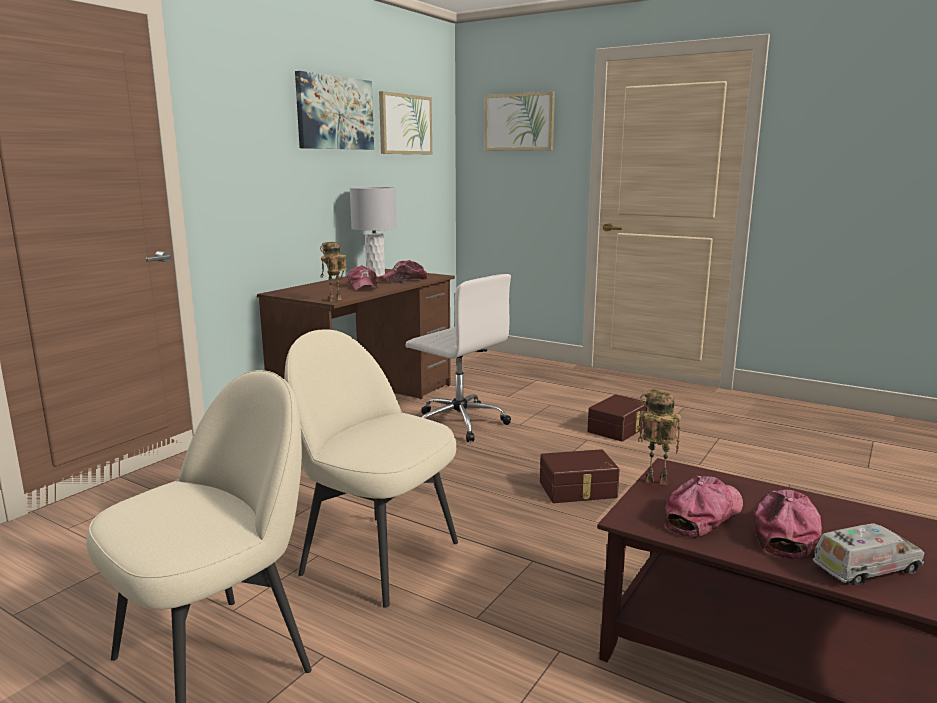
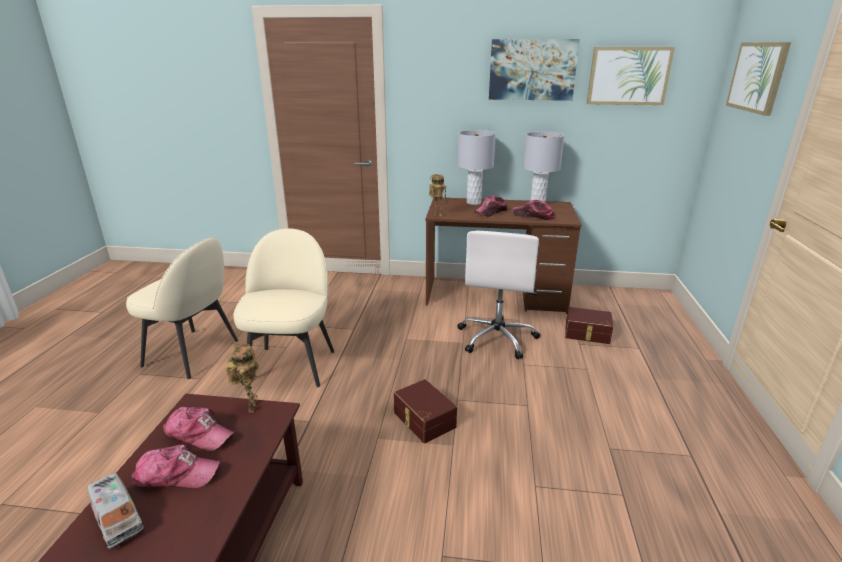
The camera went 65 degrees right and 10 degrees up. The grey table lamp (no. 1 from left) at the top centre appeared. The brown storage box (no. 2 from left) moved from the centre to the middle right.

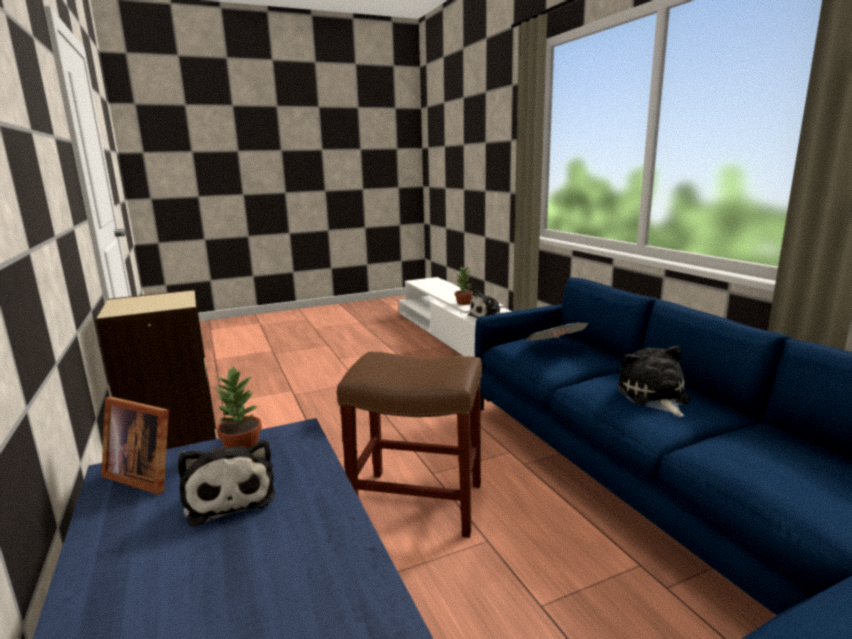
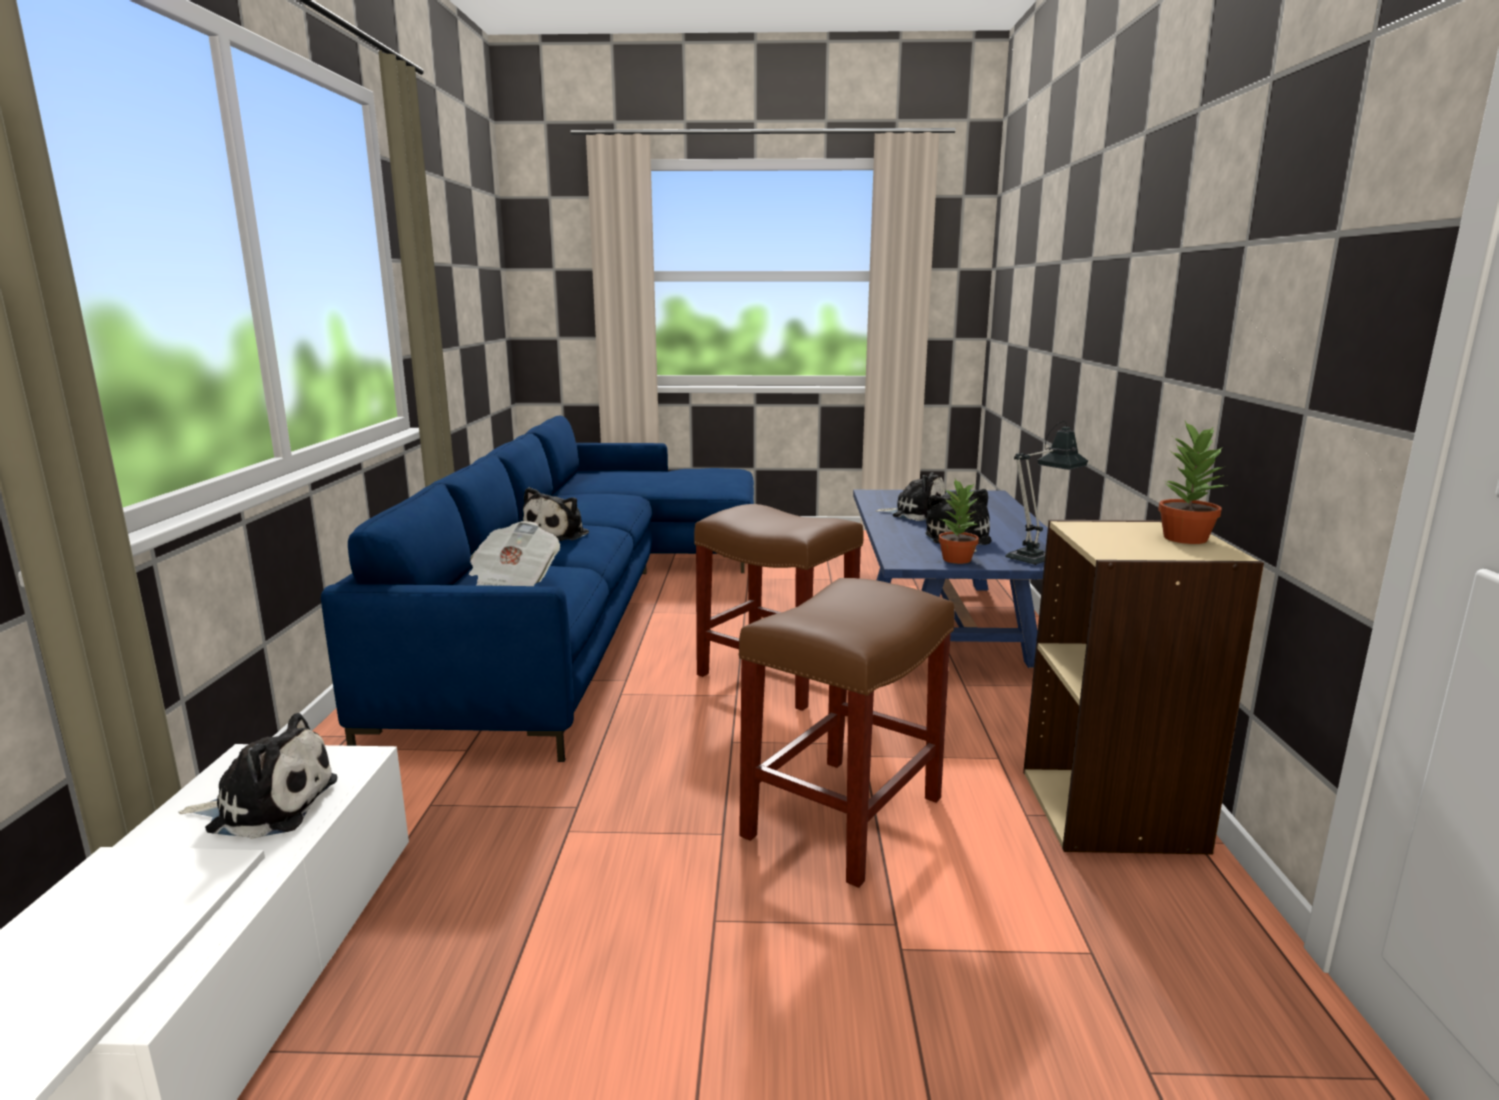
The camera went 155 degrees left and 0 degrees up. The brown stool (no. 2 from left) at the centre appeared. The plush toy (no. 3 from left) at the centre appeared. The potted plant (no. 2 from left) moved from the centre to the middle right. The picture frame at the bottom left was replaced by the table lamp at the middle right.

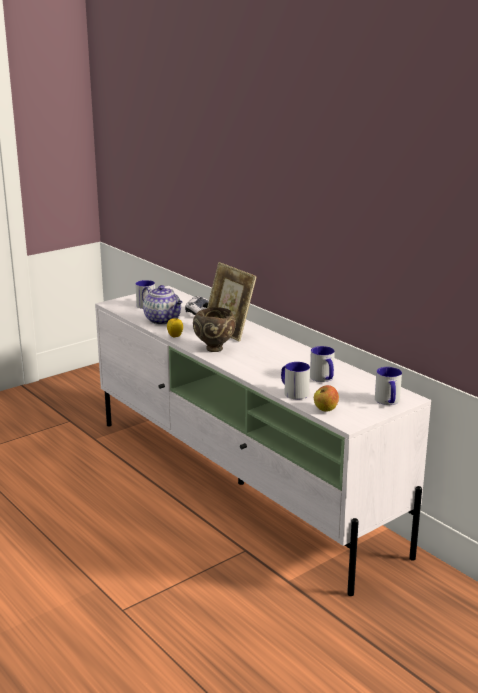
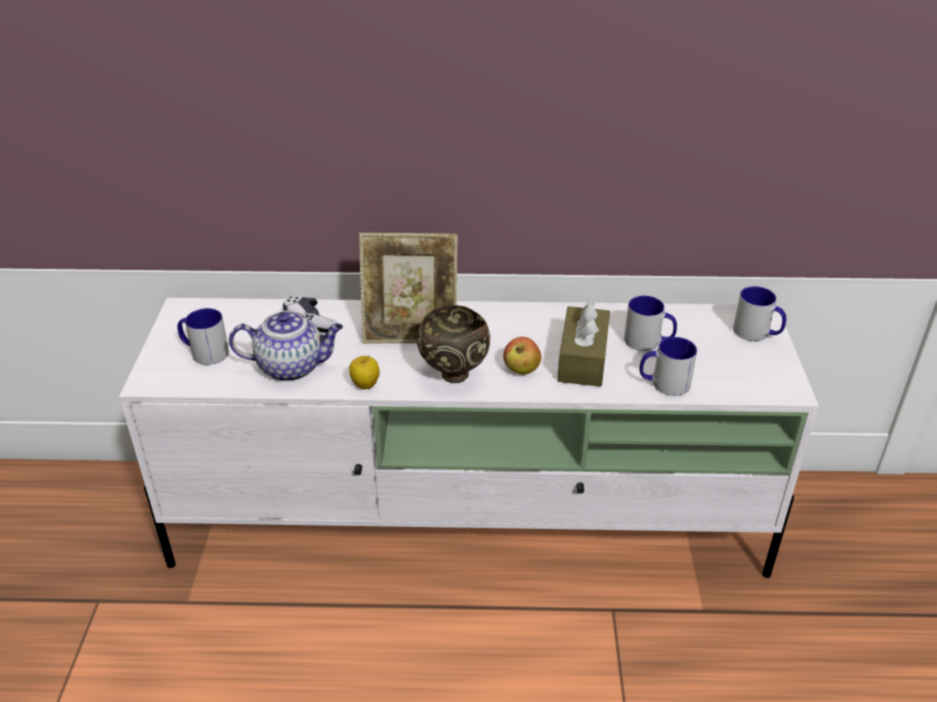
The camera went 50 degrees left and 15 degrees up. The brown tissue box at the centre appeared. The apple (no. 2 from left) moved from the middle right to the centre.

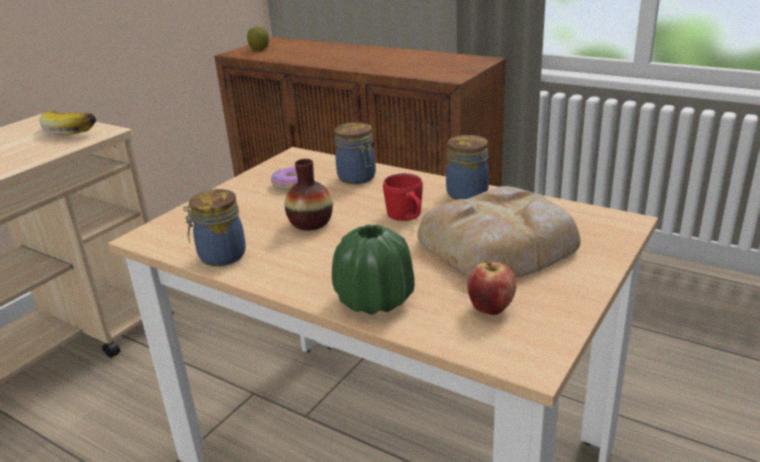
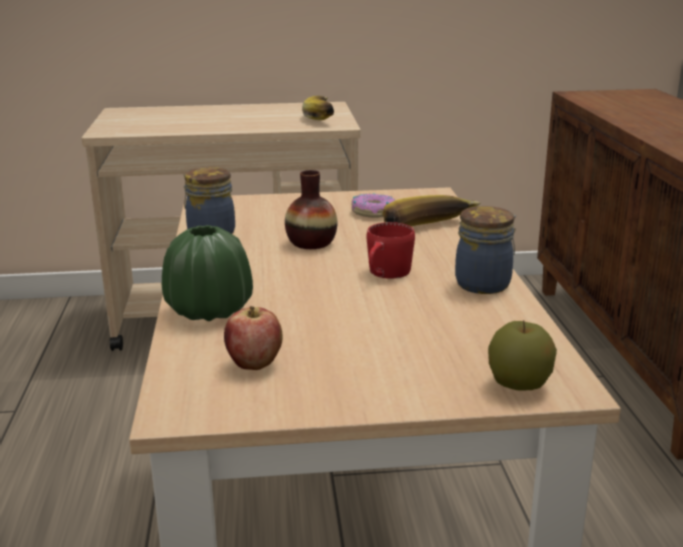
The camera went 50 degrees right and 5 degrees down. The bread at the centre disappeared. The apple (no. 1 from left in the first image) moved from the top centre to the middle right. The jar (no. 2 from left) at the top centre was replaced by the banana (no. 2 from left) at the centre.

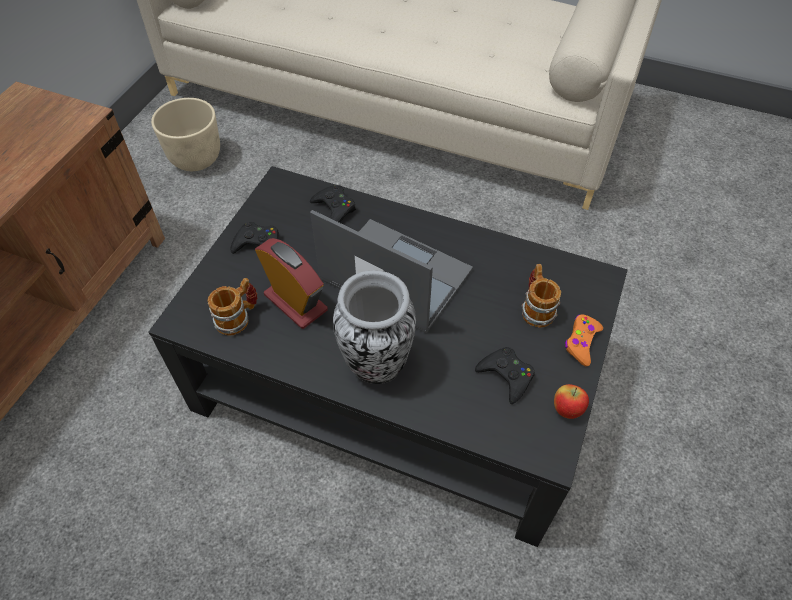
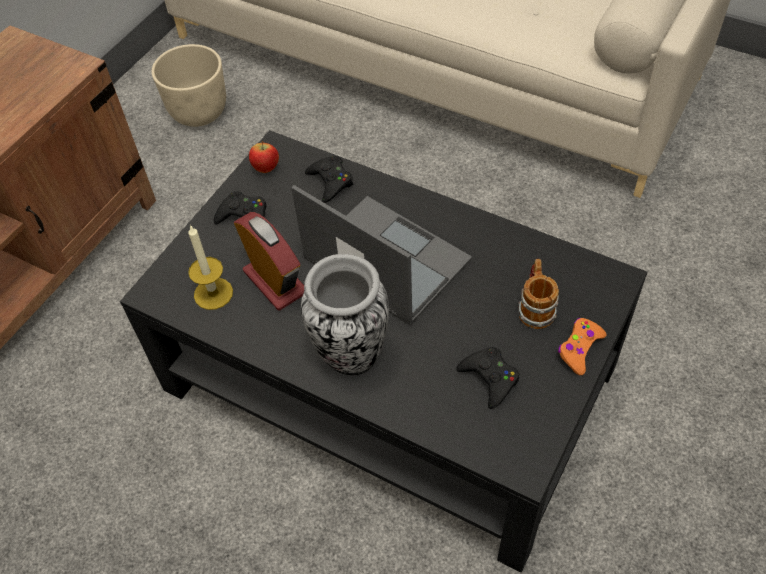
The camera went 10 degrees right and 0 degrees up. The apple moved from the bottom right to the top centre. The mug (no. 1 from left) at the middle left was replaced by the candle at the middle left.

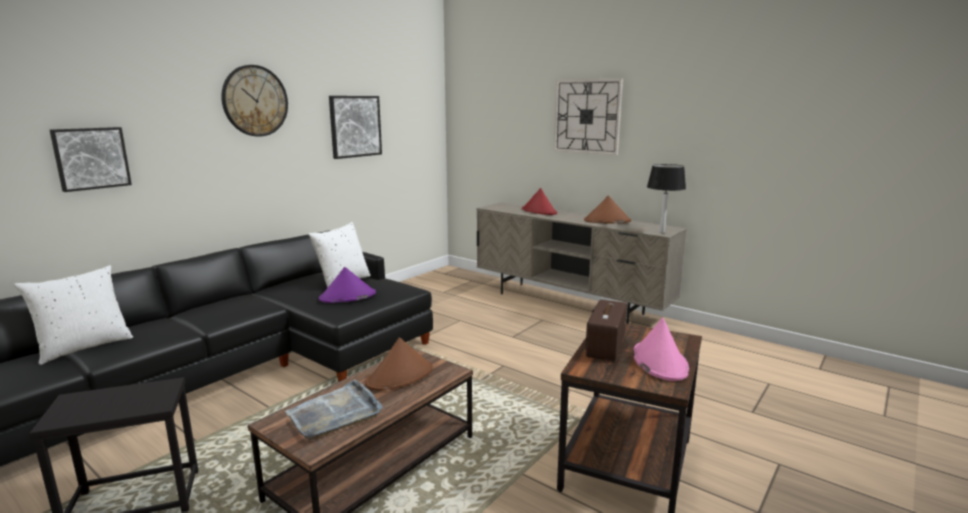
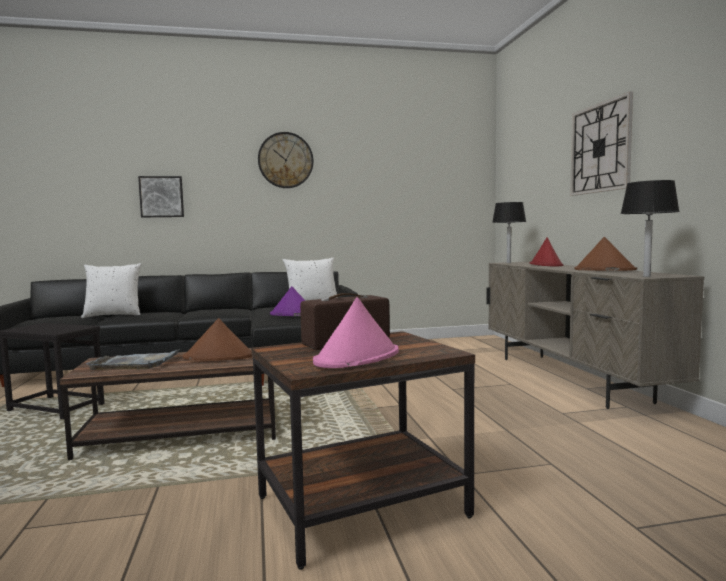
The camera went 40 degrees right and 10 degrees down. The picture (no. 2 from left) at the top centre disappeared. The black table lamp (no. 1 from left) at the middle right appeared.

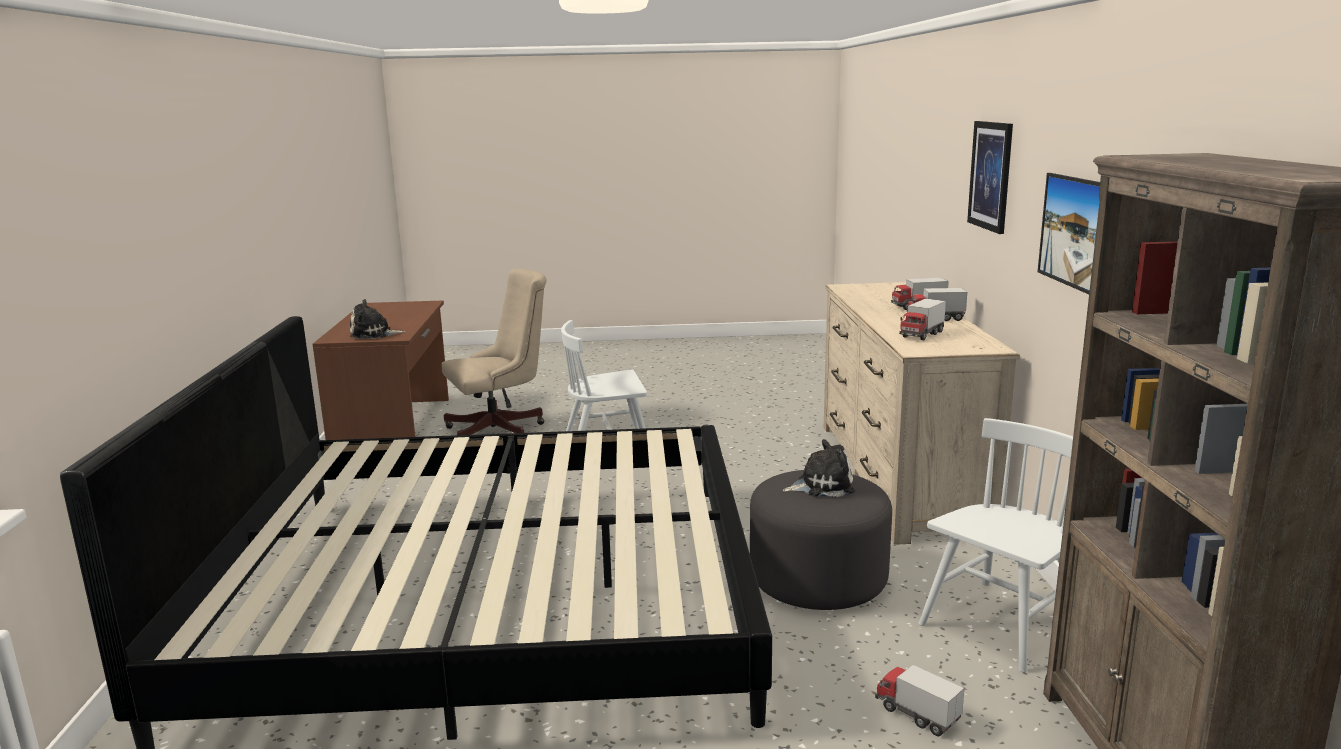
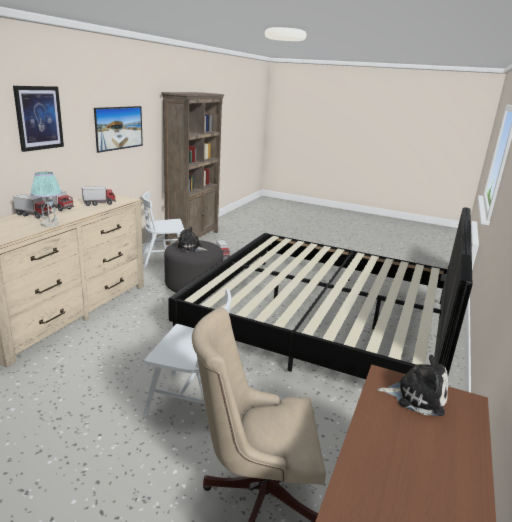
The camera went 155 degrees left and 5 degrees up. The table lamp at the middle left appeared.

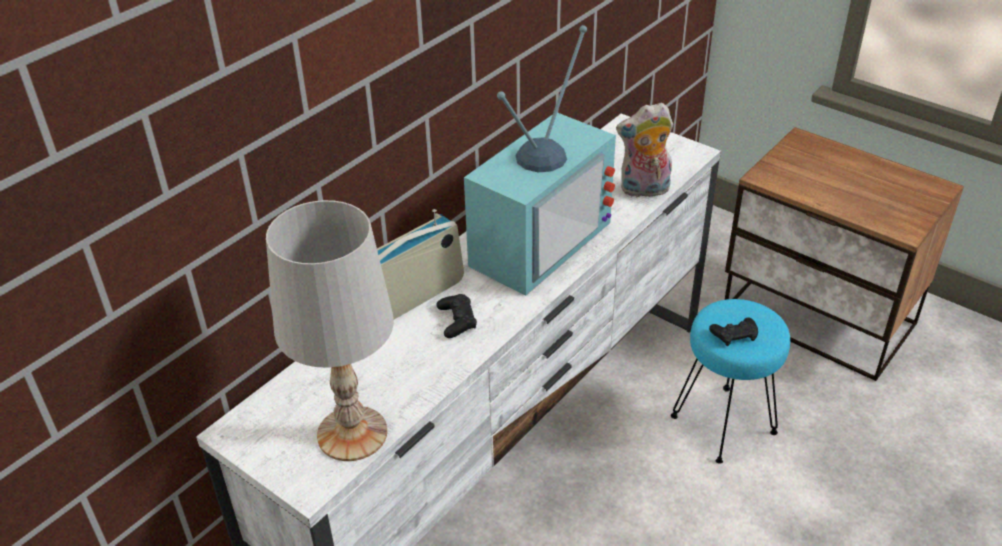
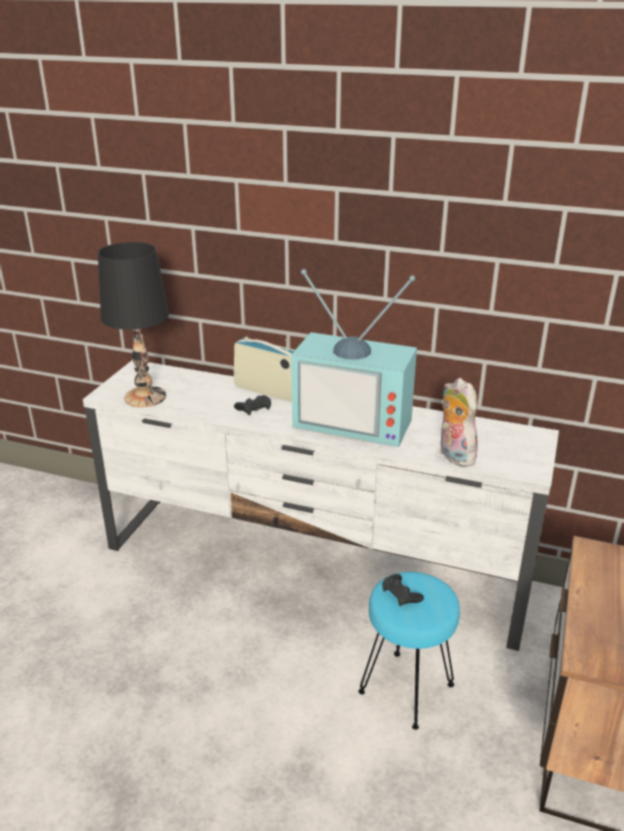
The camera went 70 degrees right and 10 degrees down. The white table lamp at the middle left became the black table lamp at the middle left.

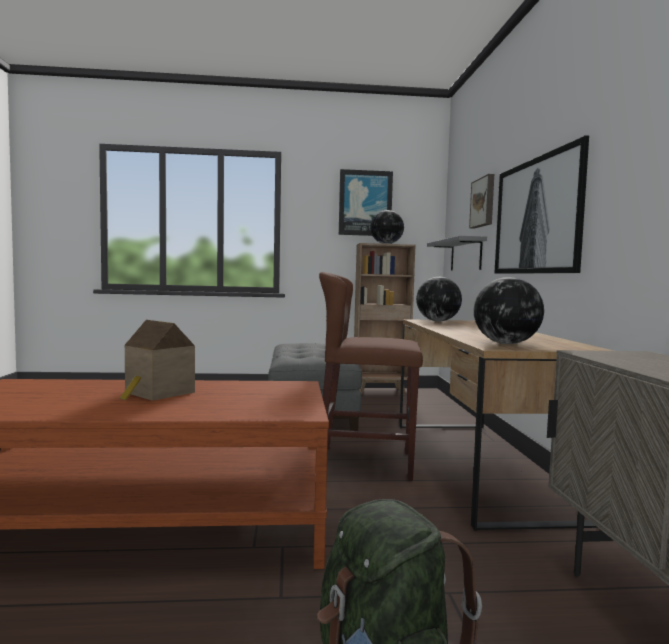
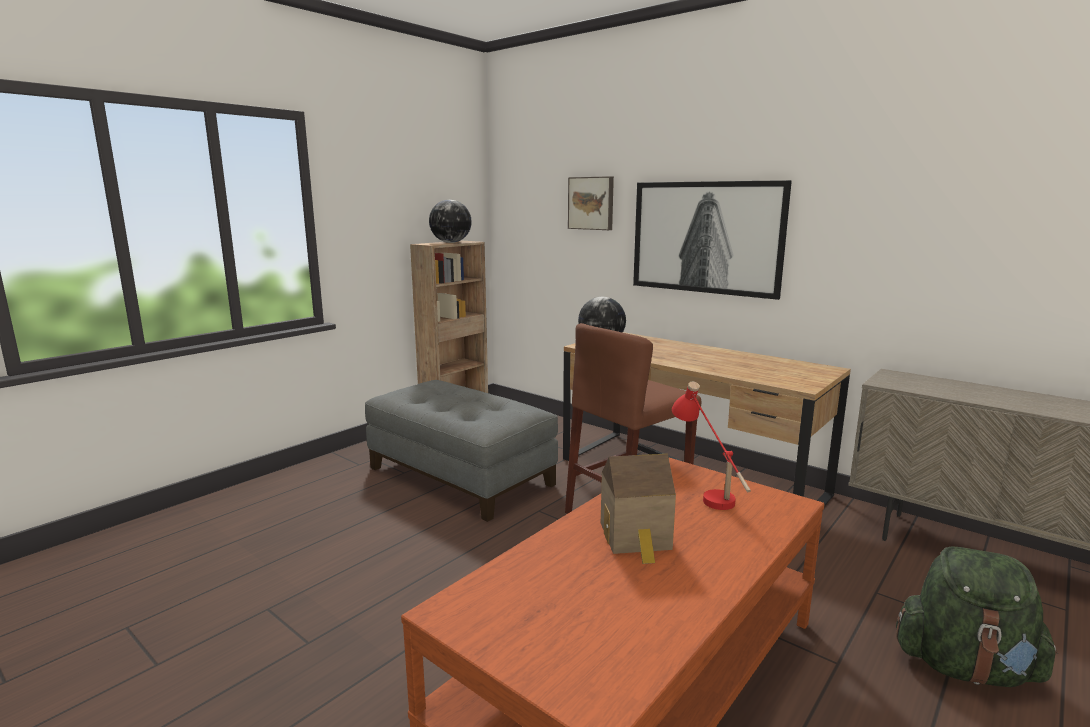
The camera went 45 degrees left and 10 degrees up. The picture (no. 1 from left) at the top centre disappeared. The grey shelf at the middle right disappeared. The globe (no. 3 from left) at the middle right disappeared. The red table lamp at the centre appeared.

